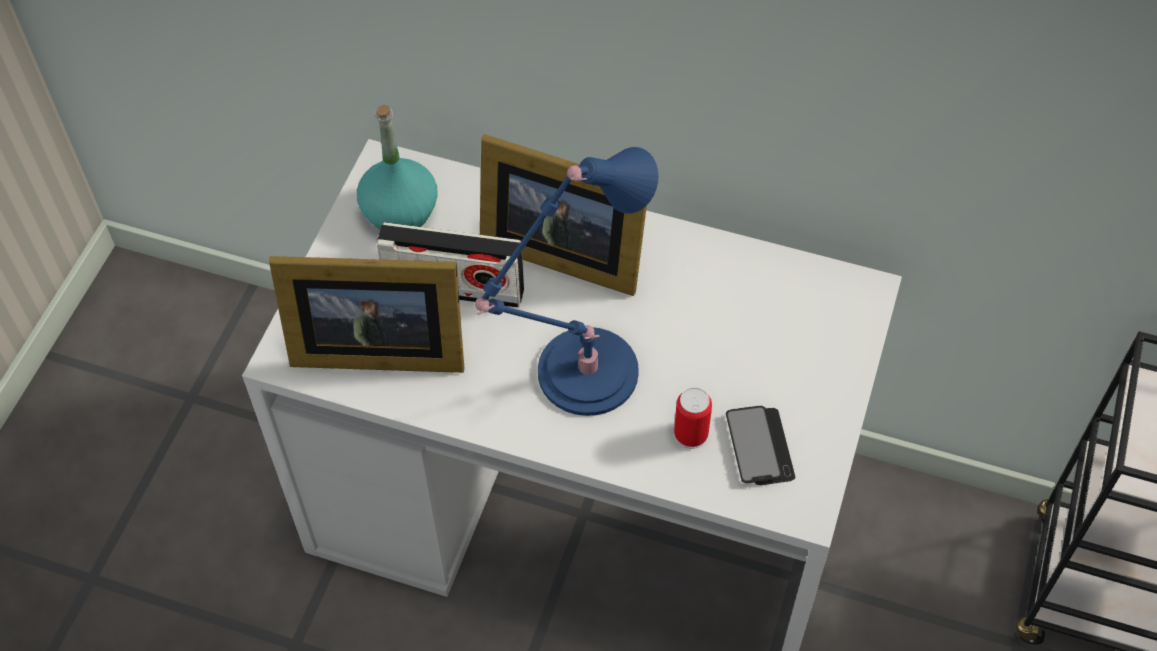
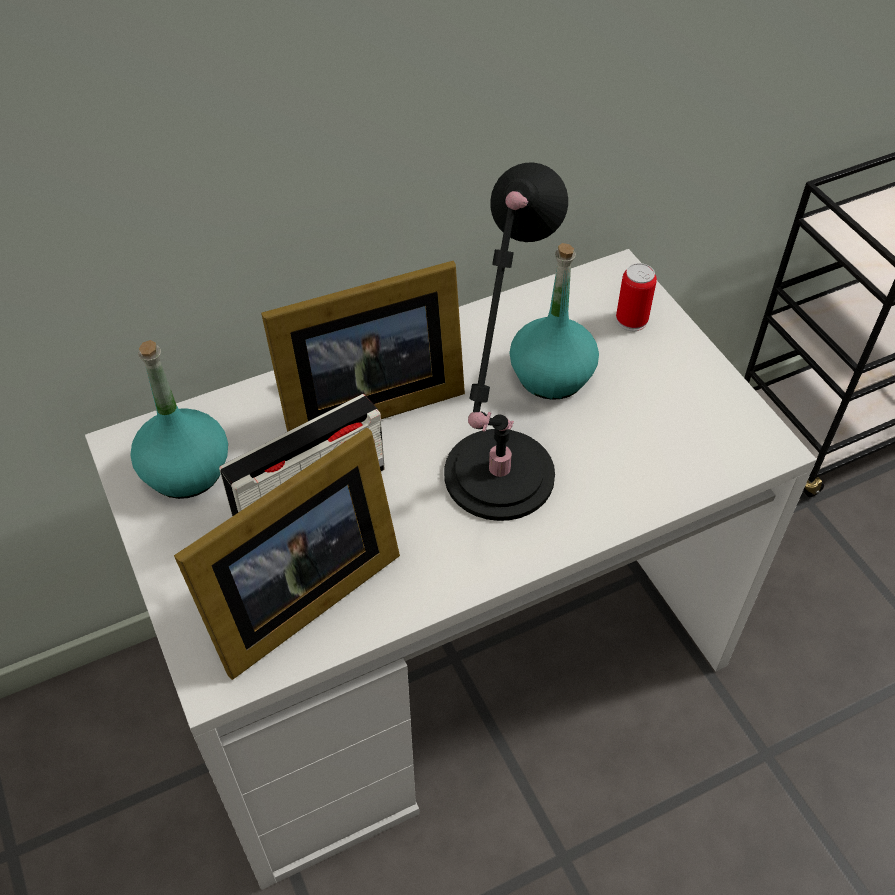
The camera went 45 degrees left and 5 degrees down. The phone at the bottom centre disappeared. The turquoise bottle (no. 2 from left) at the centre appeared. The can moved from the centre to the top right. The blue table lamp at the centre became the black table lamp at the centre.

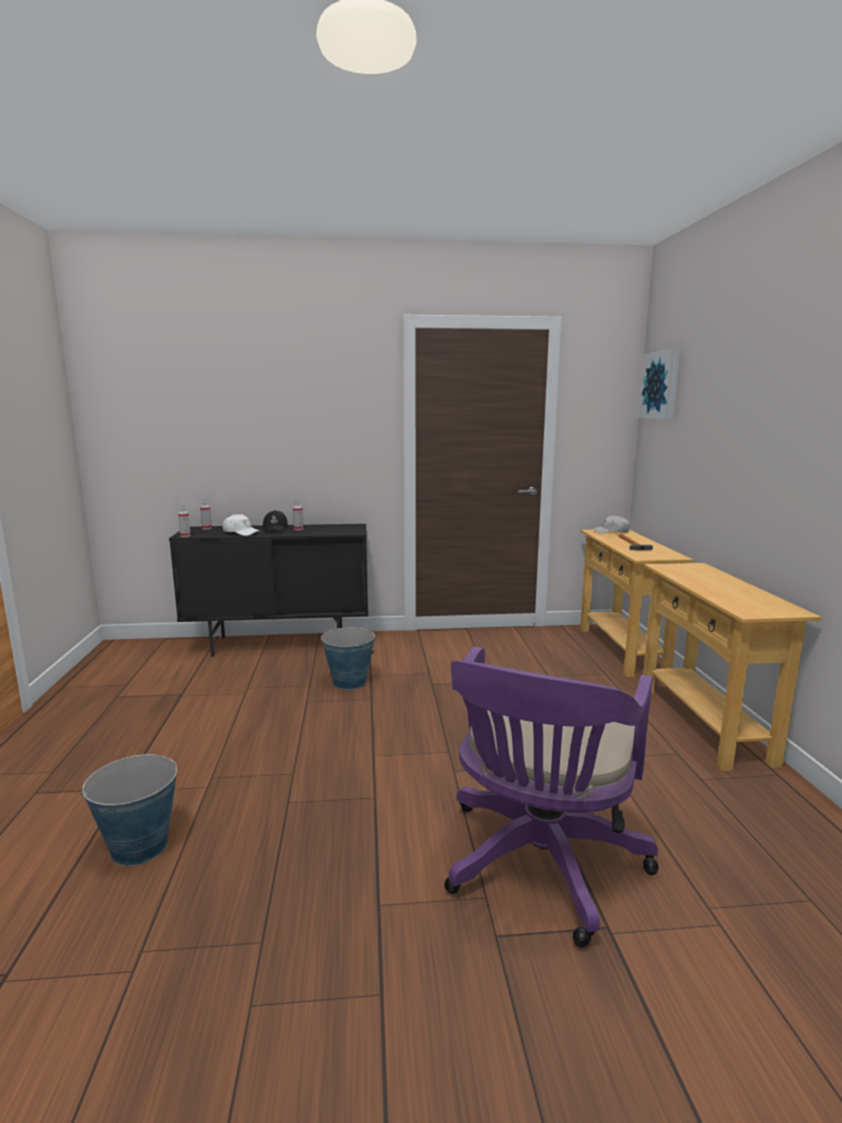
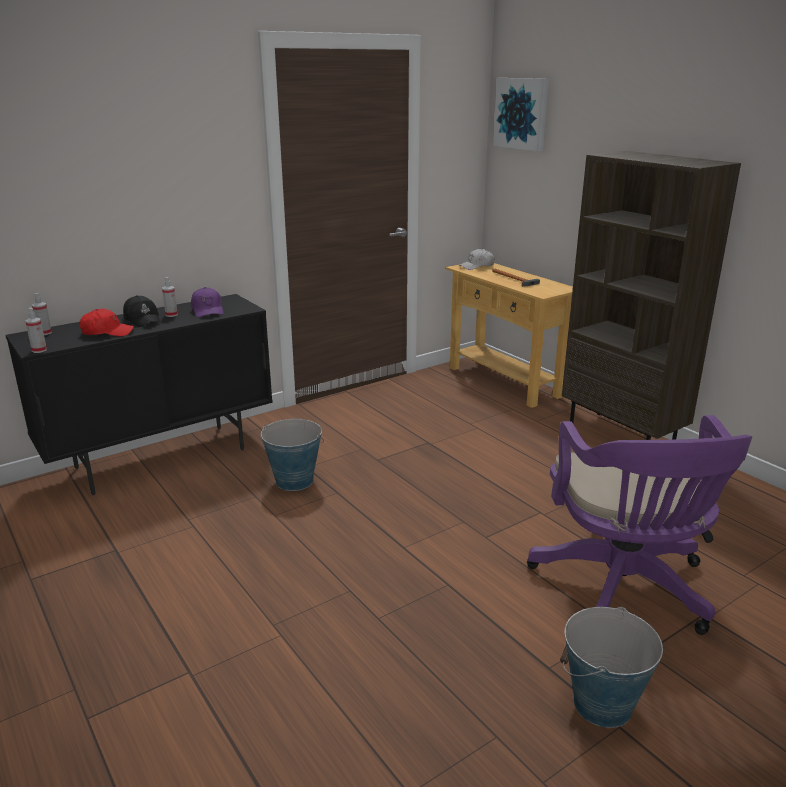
The camera went 30 degrees left and 10 degrees up. The purple cap at the middle left appeared. The bucket (no. 1 from left in the first image) moved from the bottom left to the bottom right. The beige console table (no. 2 from left) at the middle right was replaced by the brown bookcase at the middle right. The white cap (no. 1 from left) at the middle left became the red cap at the middle left.

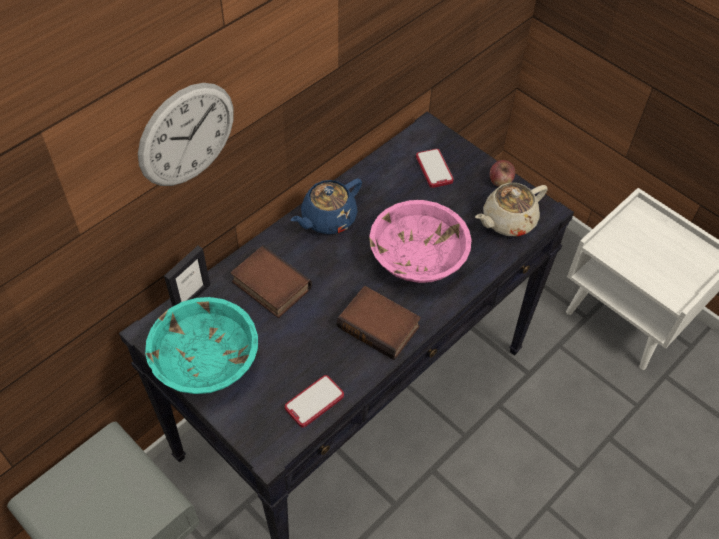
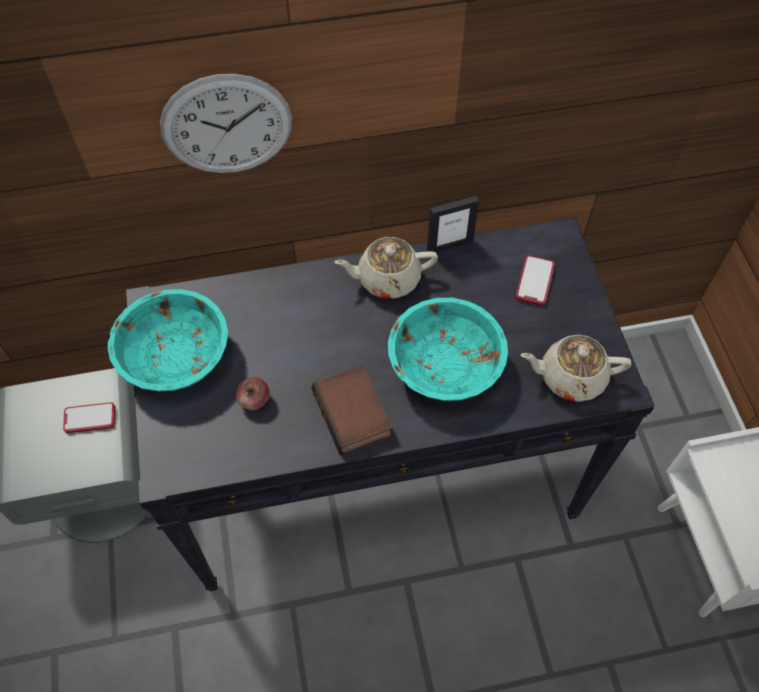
The camera went 35 degrees right and 5 degrees up. The book (no. 1 from left) at the centre disappeared. The picture frame moved from the middle left to the top centre. The phone (no. 1 from left) moved from the bottom centre to the middle left. The apple moved from the top right to the centre. The blue teapot at the centre became the beige teapot (no. 1 from left) at the centre. The pink bowl at the centre became the turquoise bowl (no. 2 from left) at the centre.

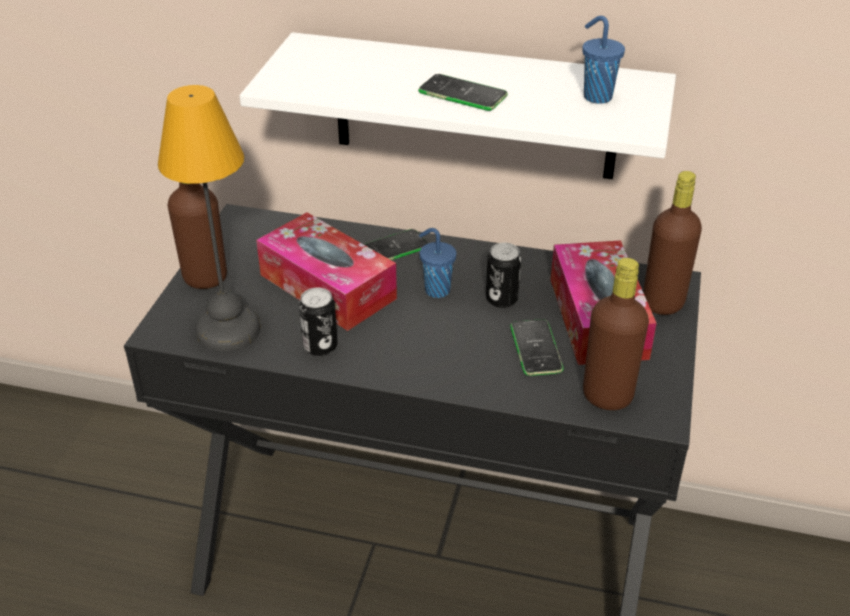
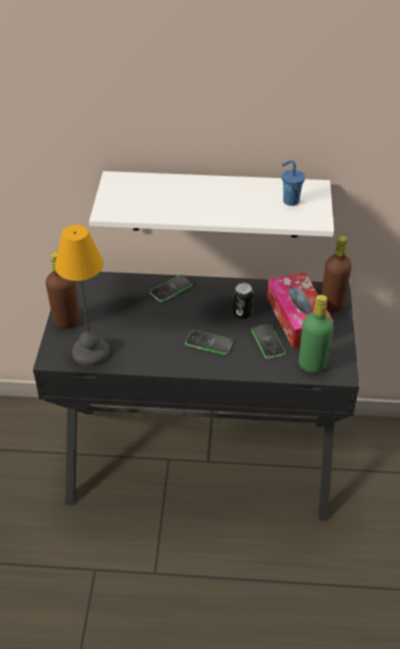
The camera went 10 degrees left and 5 degrees up. The tissue box (no. 1 from left) at the centre disappeared. The can (no. 1 from left) at the centre disappeared. The blue cup (no. 1 from left) at the centre disappeared. The phone (no. 2 from left) moved from the top centre to the centre. The brown bottle (no. 2 from left) at the middle right became the green bottle at the middle right.

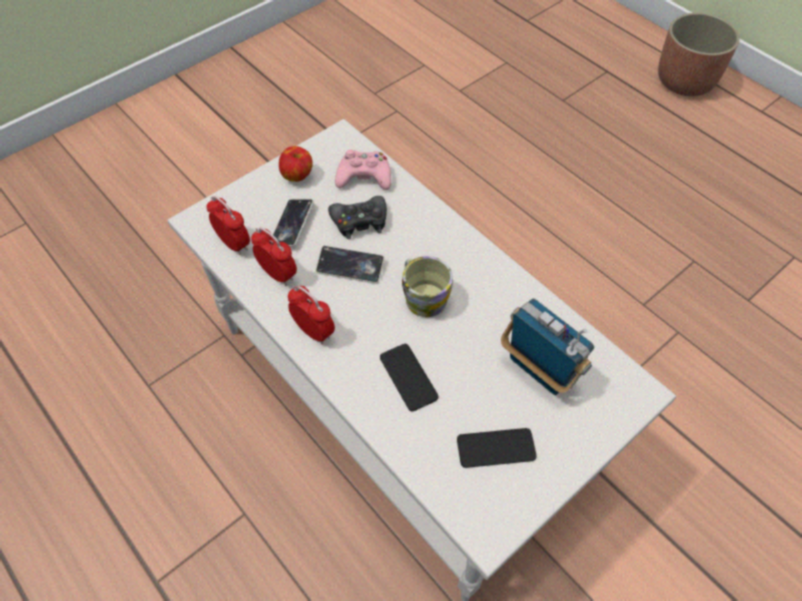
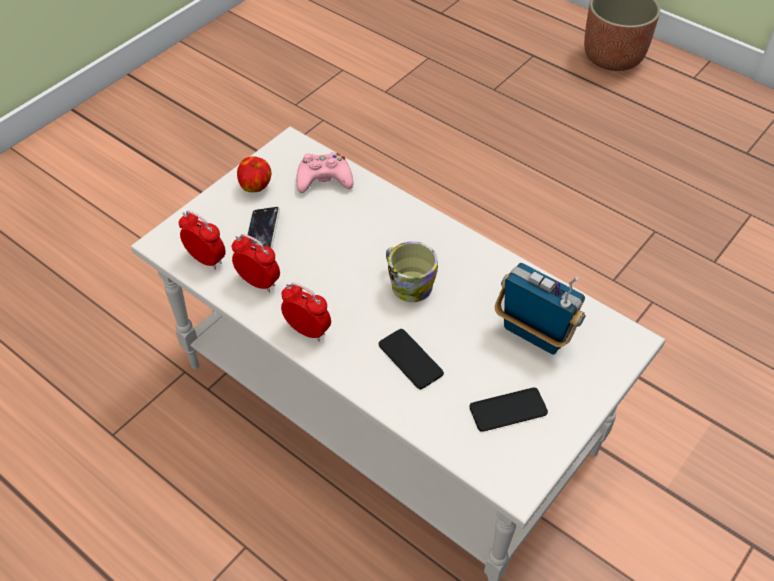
The camera went 10 degrees left and 5 degrees down. The phone (no. 2 from left) at the centre disappeared. The black game controller at the centre disappeared.

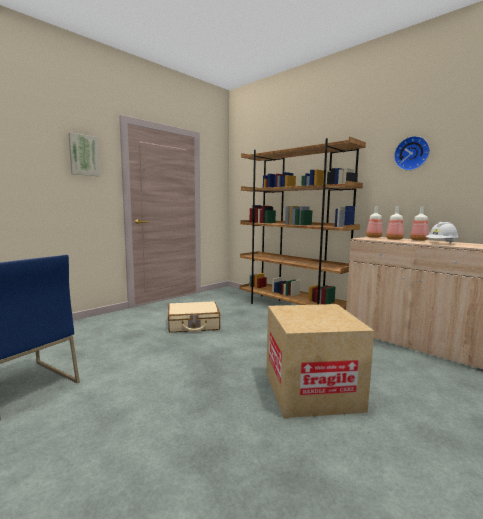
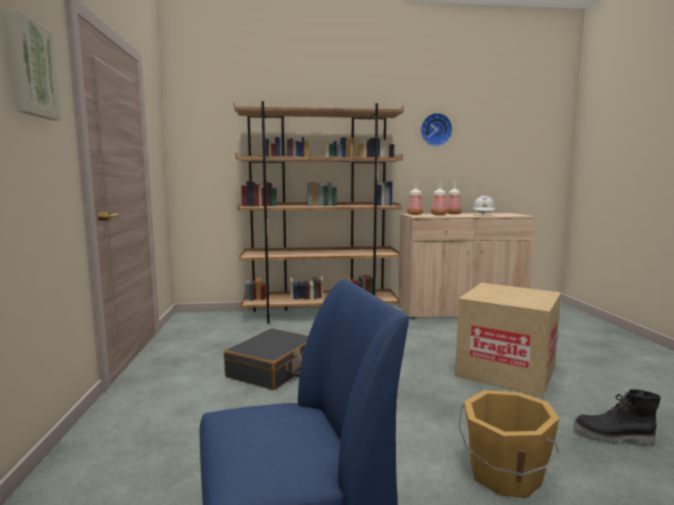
The camera went 50 degrees left and 0 degrees up. The orange bucket at the bottom right appeared. The black boot at the bottom right appeared. The beige suitcase at the centre became the black suitcase at the bottom centre.

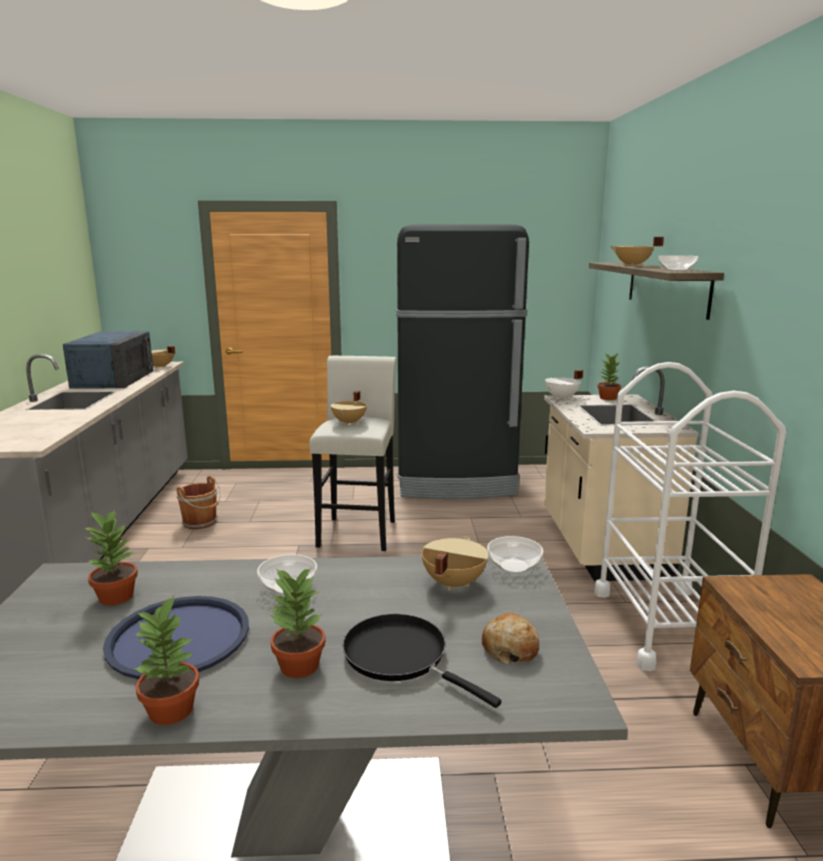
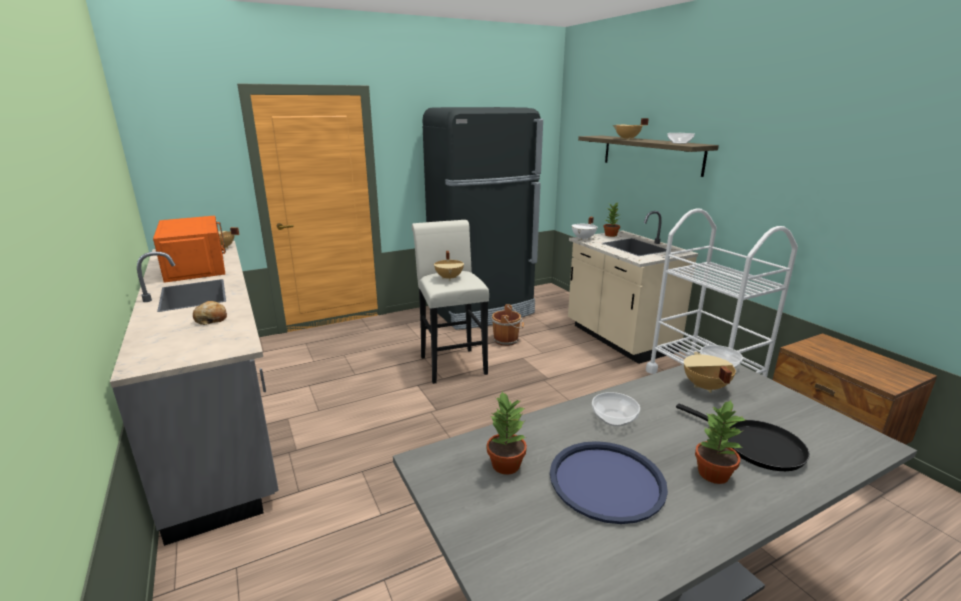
The camera went 25 degrees left and 5 degrees up. The potted plant (no. 2 from left) at the bottom left disappeared. The brown bucket moved from the middle left to the centre. The bread moved from the bottom centre to the middle left. The blue microwave at the middle left became the orange microwave at the middle left. The black frying pan at the bottom centre turned 150 degrees counterclockwise.

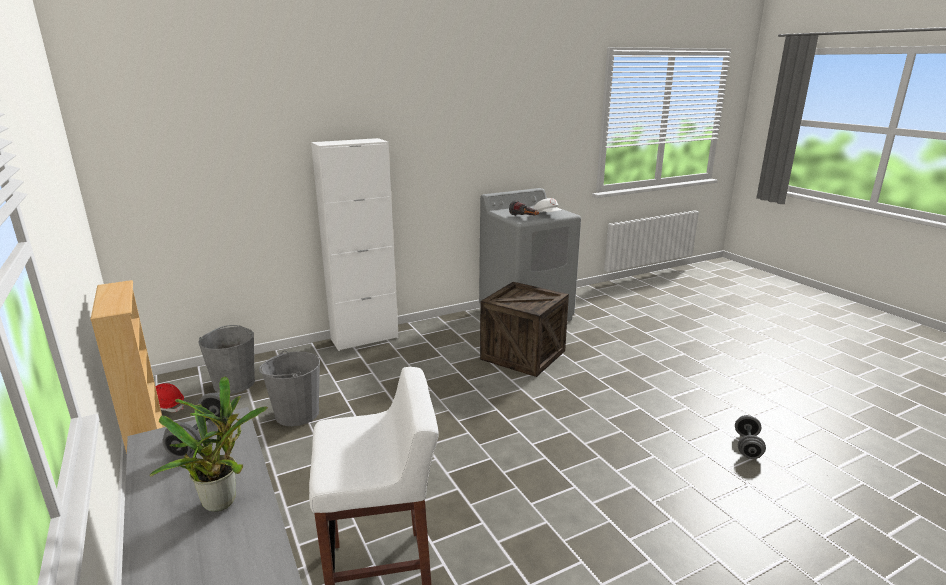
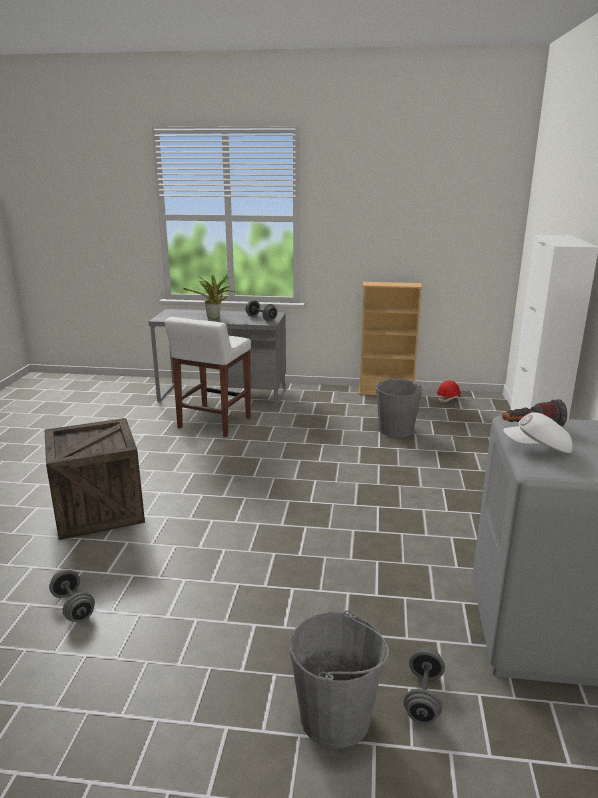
The camera went 125 degrees right and 0 degrees up. The grey dumbbell (no. 3 from left) at the bottom right appeared. The grey bucket (no. 1 from left) moved from the middle left to the bottom centre. The crate moved from the centre to the middle left.

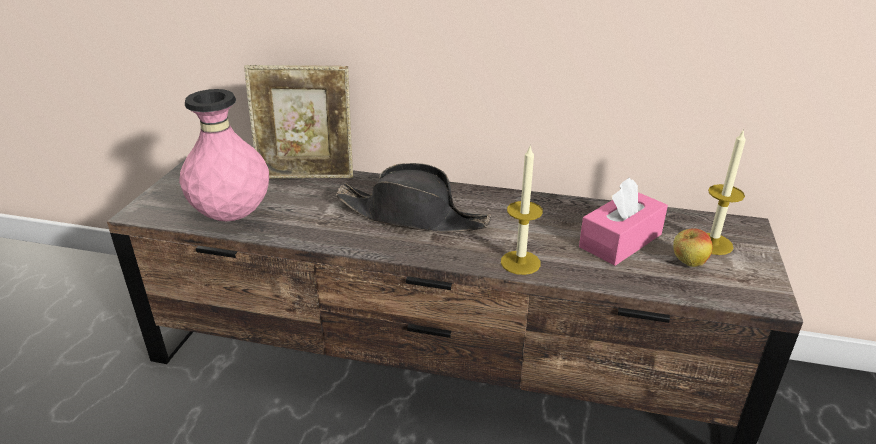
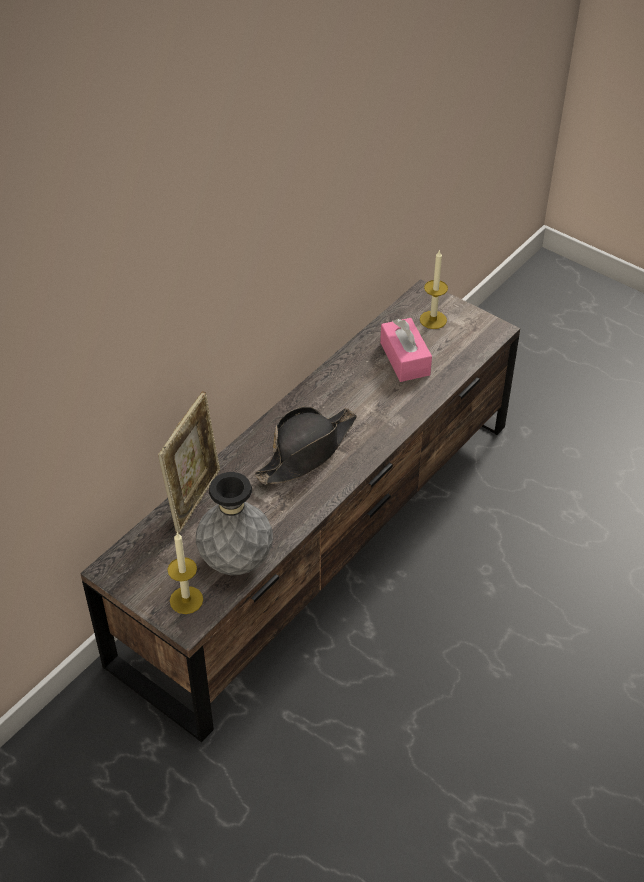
The camera went 65 degrees left and 15 degrees up. The apple at the middle right disappeared. The candle (no. 1 from left) moved from the centre to the middle left. The pink vase at the middle left became the grey vase at the centre.

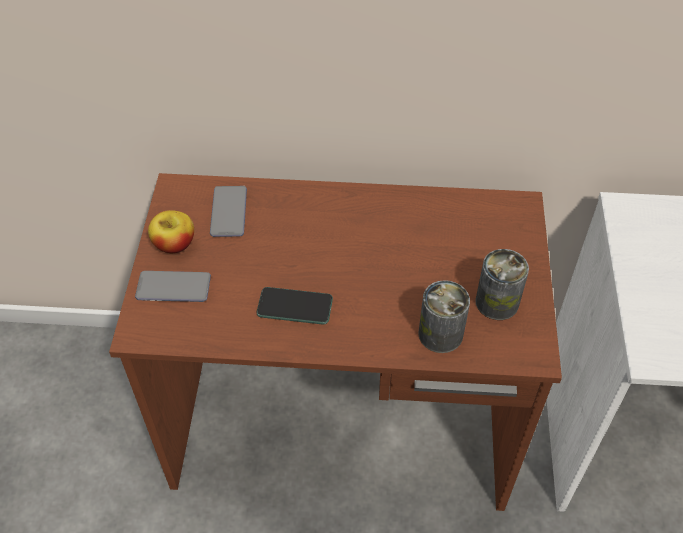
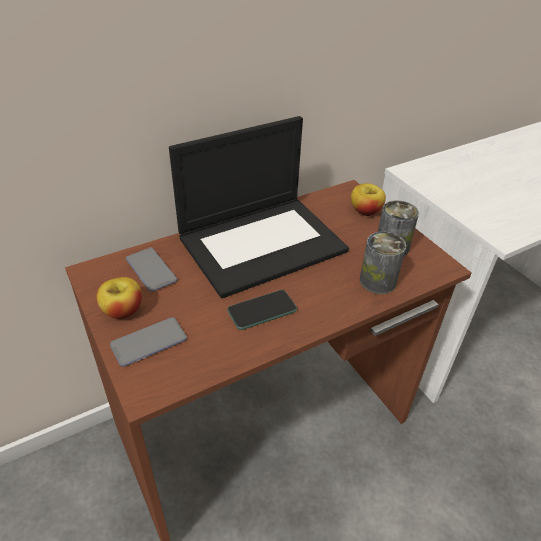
The camera went 35 degrees left and 10 degrees down. The laptop at the centre appeared. The apple (no. 2 from left) at the middle right appeared.

